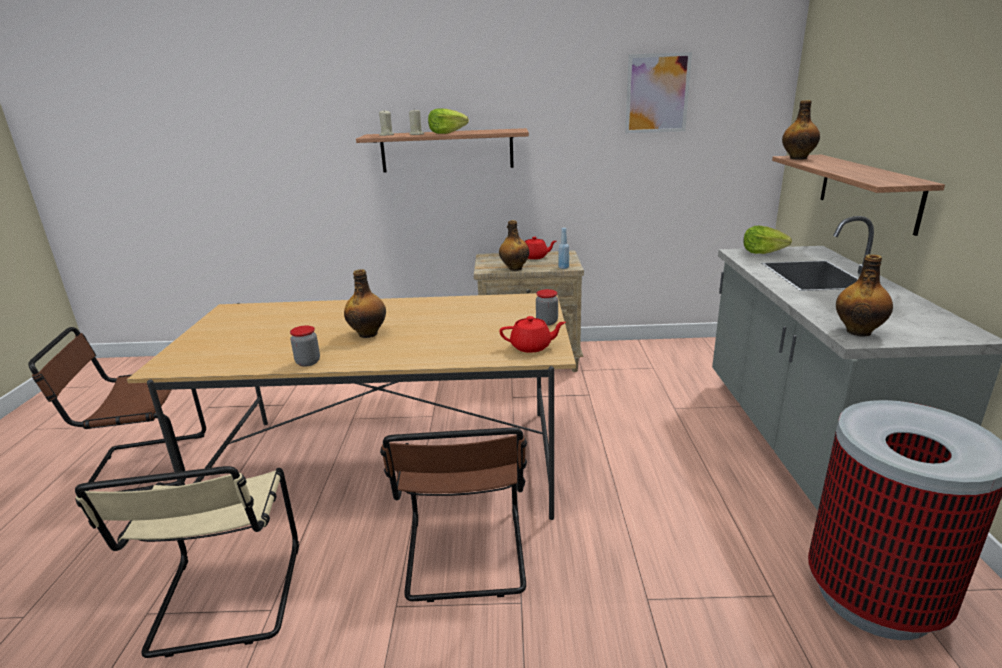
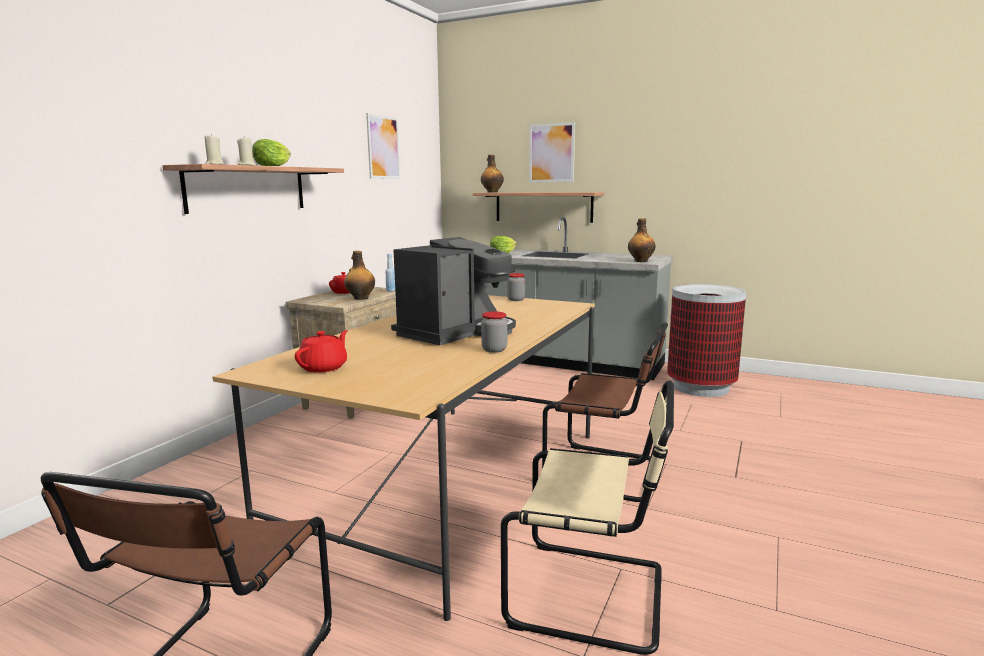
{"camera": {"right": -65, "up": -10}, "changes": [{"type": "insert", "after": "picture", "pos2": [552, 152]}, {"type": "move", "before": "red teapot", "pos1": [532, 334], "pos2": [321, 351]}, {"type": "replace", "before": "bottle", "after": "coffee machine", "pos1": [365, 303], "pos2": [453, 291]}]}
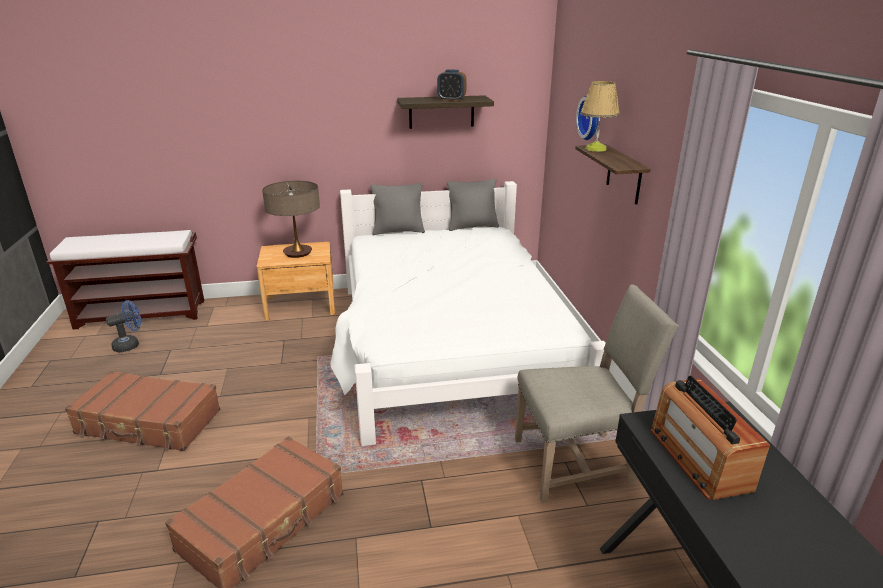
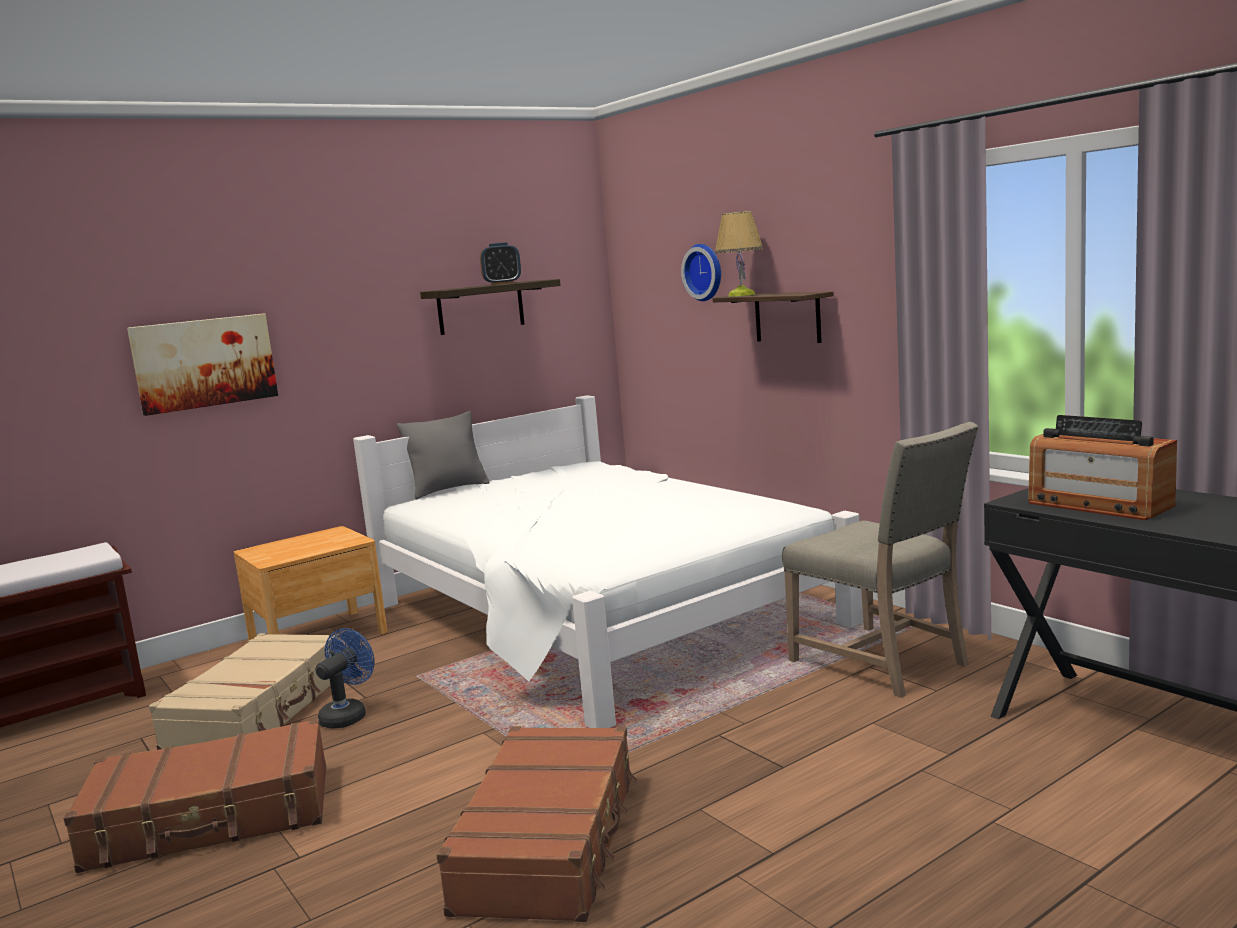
{"camera": {"right": -25, "up": -15}, "changes": [{"type": "delete", "before": "table lamp", "pos1": [291, 219]}, {"type": "delete", "before": "grey pillow", "pos1": [473, 204]}, {"type": "insert", "after": "picture", "pos2": [202, 365]}, {"type": "insert", "after": "beige suitcase", "pos2": [246, 691]}, {"type": "move", "before": "blue fan", "pos1": [123, 326], "pos2": [345, 678]}, {"type": "rotate", "before": "beige chair", "pos1": [597, 393], "pos2": [880, 560], "turn": 90}]}
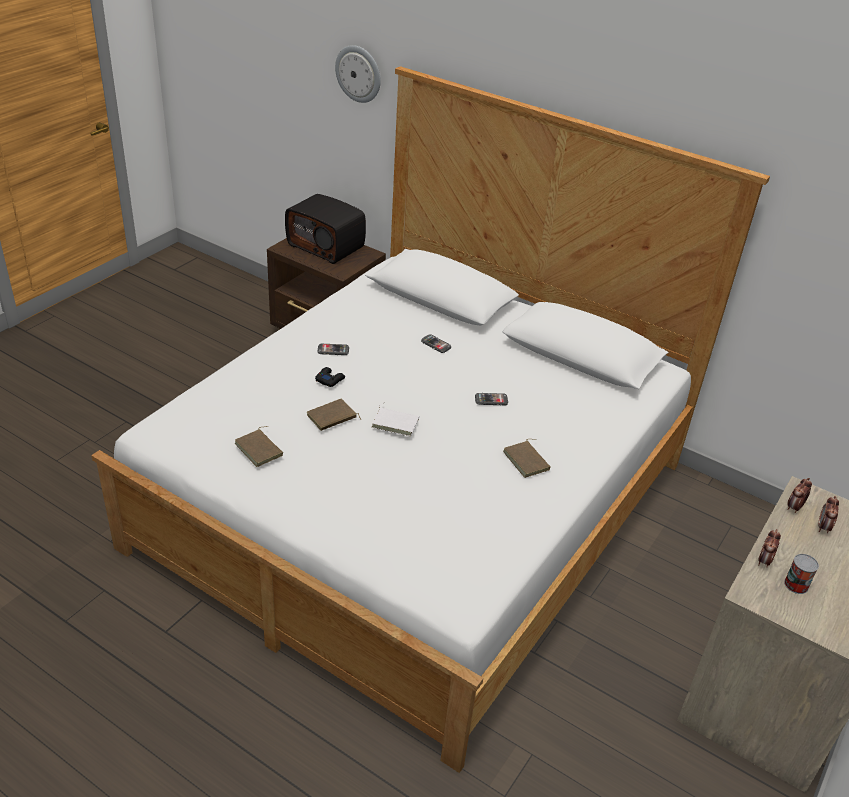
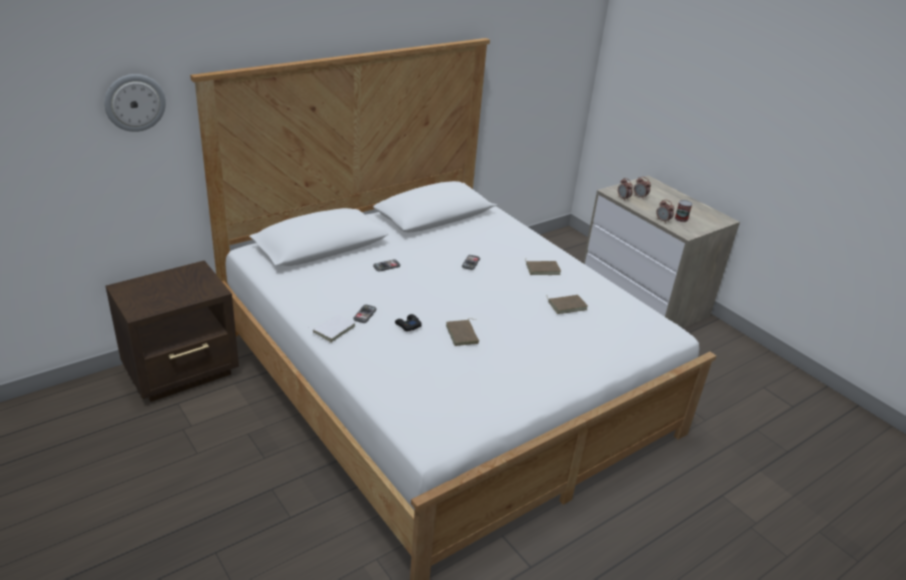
{"camera": {"right": -70, "up": -5}, "changes": [{"type": "delete", "before": "radio", "pos1": [325, 229]}, {"type": "move", "before": "brown book", "pos1": [259, 446], "pos2": [567, 304]}, {"type": "move", "before": "white book", "pos1": [395, 419], "pos2": [332, 328]}]}
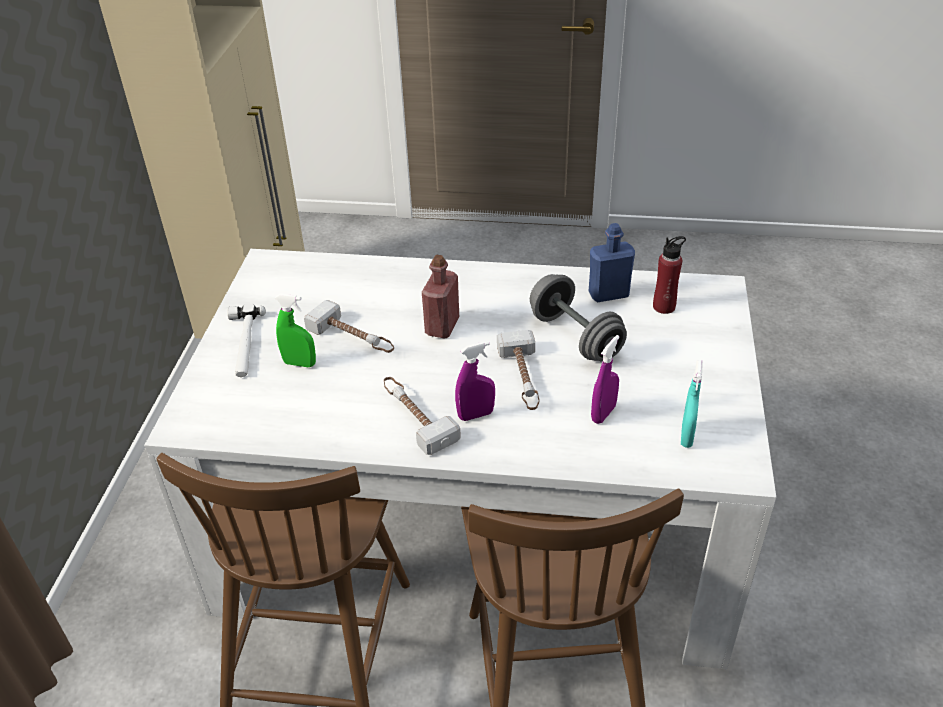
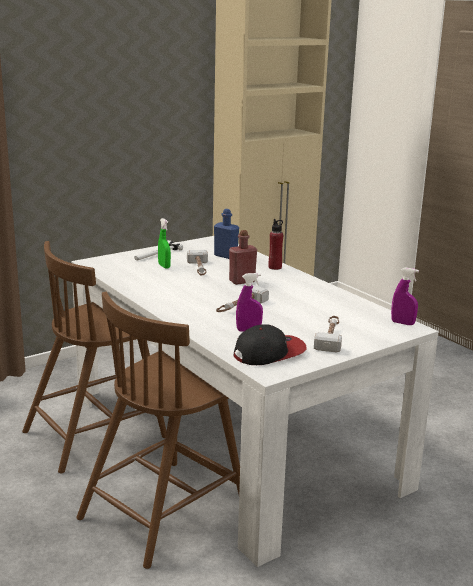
{"camera": {"right": 45, "up": -20}, "changes": [{"type": "delete", "before": "grey dumbbell", "pos1": [578, 317]}, {"type": "move", "before": "hammer", "pos1": [422, 416], "pos2": [328, 334]}, {"type": "move", "before": "purple spray bottle", "pos1": [475, 381], "pos2": [405, 296]}, {"type": "move", "before": "blue bottle", "pos1": [612, 262], "pos2": [226, 234]}, {"type": "move", "before": "red bottle", "pos1": [669, 275], "pos2": [275, 244]}, {"type": "replace", "before": "turquoise spray bottle", "after": "cap", "pos1": [692, 404], "pos2": [269, 344]}]}
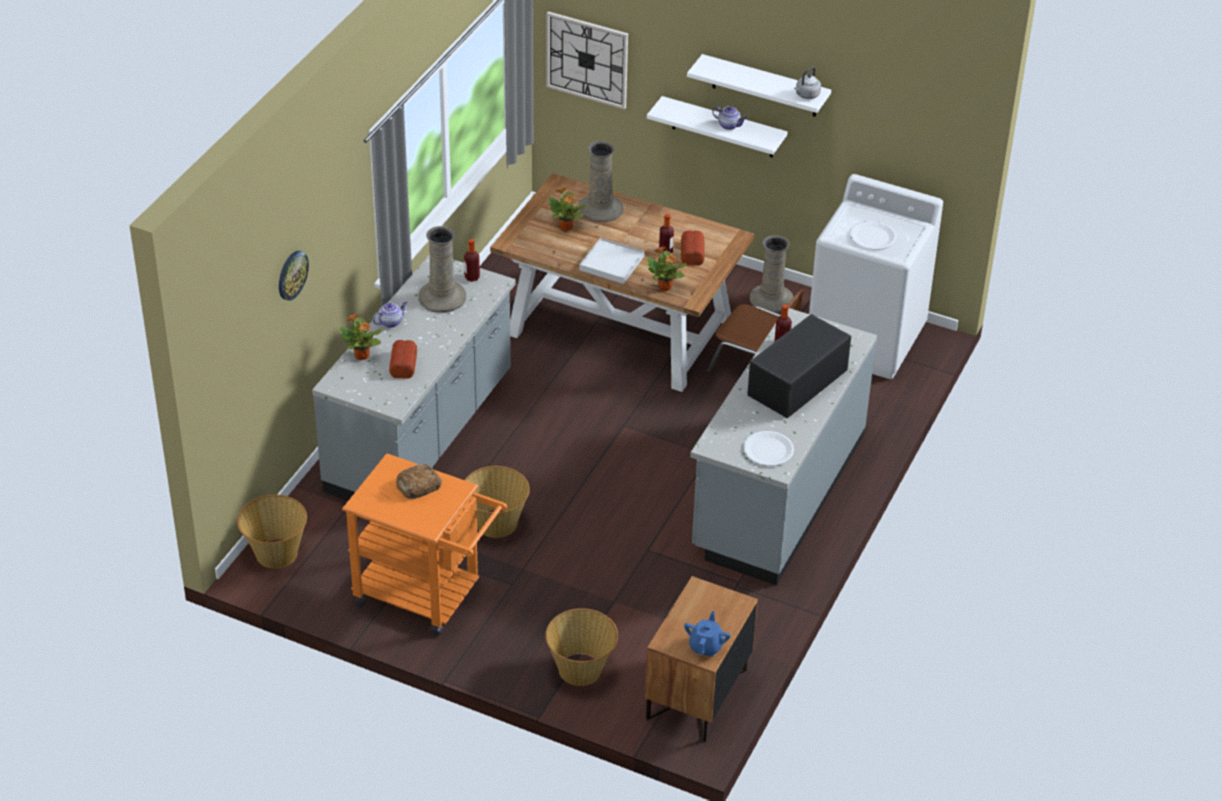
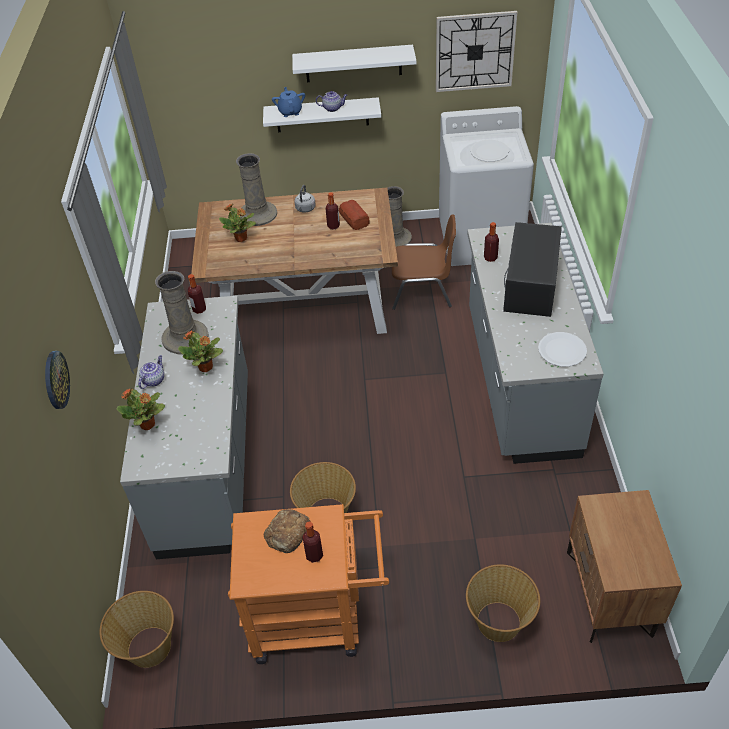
{"camera": {"right": -25, "up": 5}, "changes": [{"type": "delete", "before": "bread", "pos1": [403, 359]}, {"type": "delete", "before": "white tray", "pos1": [612, 261]}, {"type": "insert", "after": "bottle", "pos2": [312, 542]}, {"type": "move", "before": "wall clock", "pos1": [587, 60], "pos2": [476, 51]}, {"type": "move", "before": "potted plant", "pos1": [666, 269], "pos2": [200, 351]}, {"type": "move", "before": "blue teapot", "pos1": [707, 634], "pos2": [288, 102]}, {"type": "move", "before": "grey kettle", "pos1": [807, 83], "pos2": [305, 199]}]}
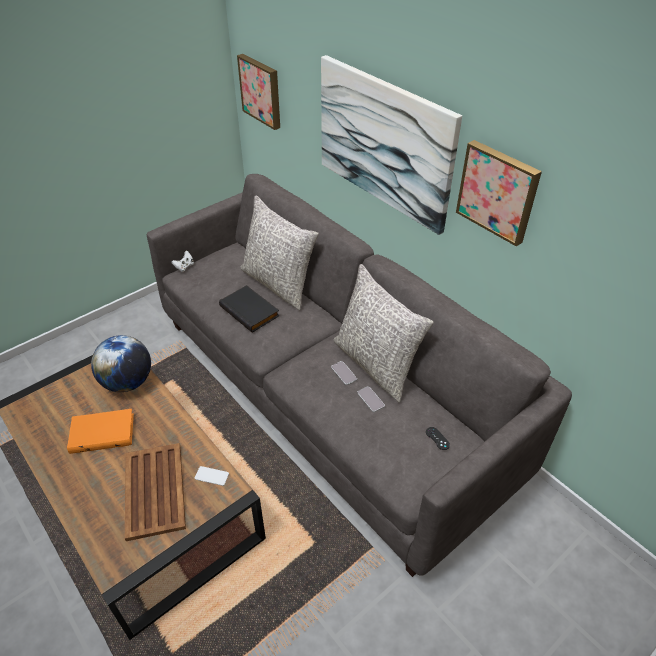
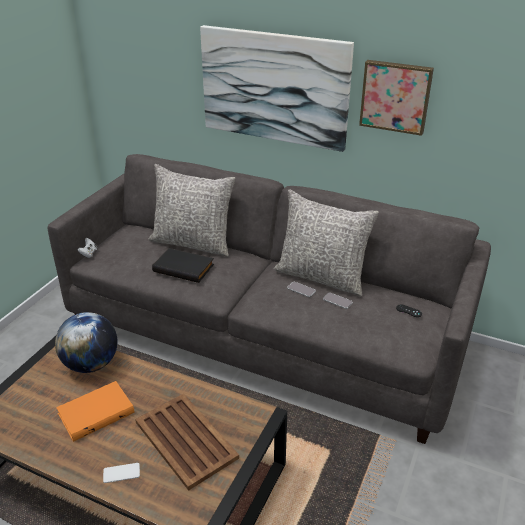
{"camera": {"right": -25, "up": -10}, "changes": [{"type": "delete", "before": "picture", "pos1": [258, 92]}, {"type": "move", "before": "phone", "pos1": [212, 476], "pos2": [121, 473]}]}
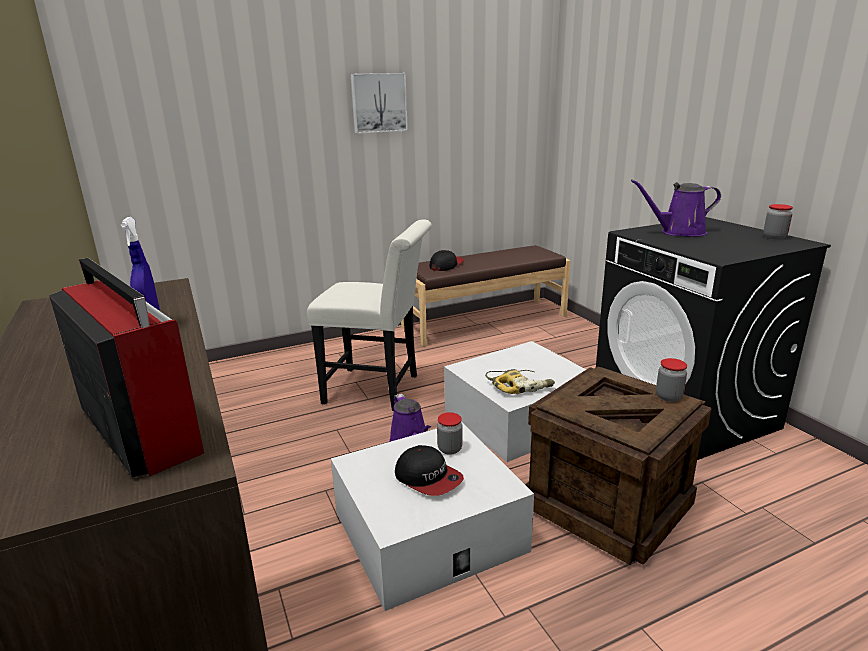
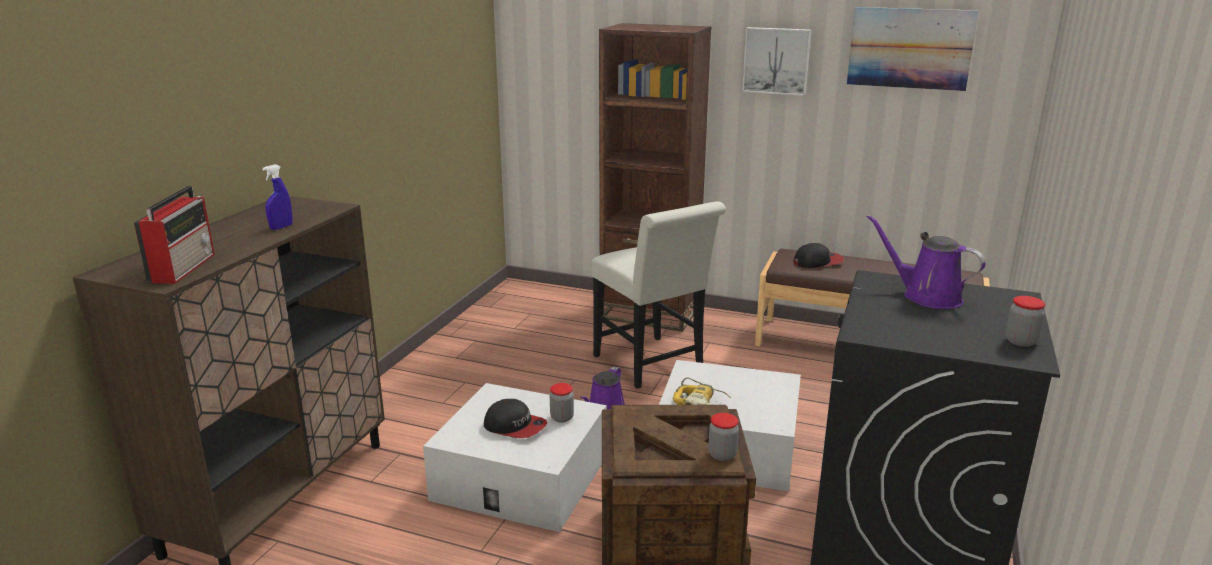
{"camera": {"right": 45, "up": 0}, "changes": [{"type": "insert", "after": "brown bookcase", "pos2": [655, 177]}, {"type": "insert", "after": "picture", "pos2": [912, 49]}, {"type": "rotate", "before": "cap", "pos1": [429, 470], "pos2": [516, 418], "turn": -60}]}
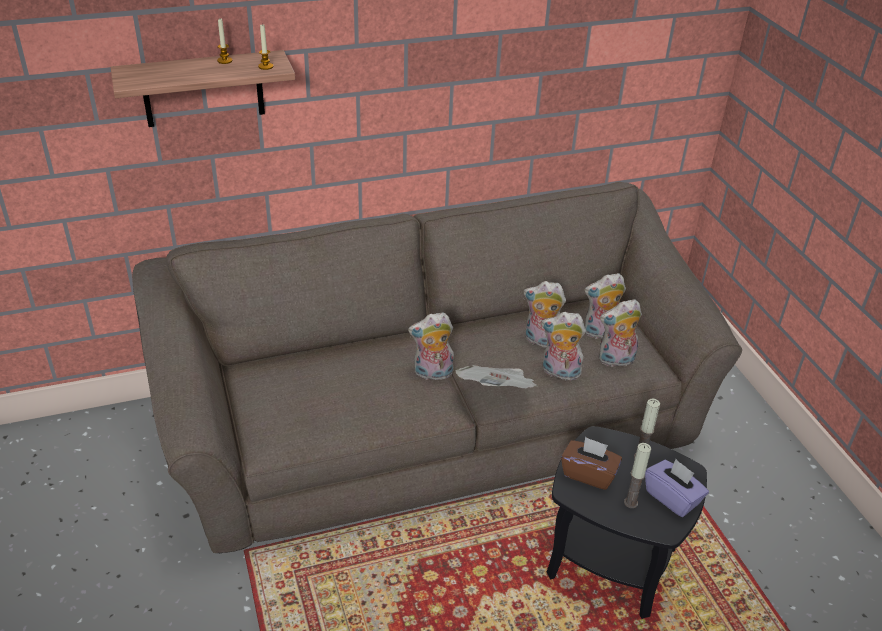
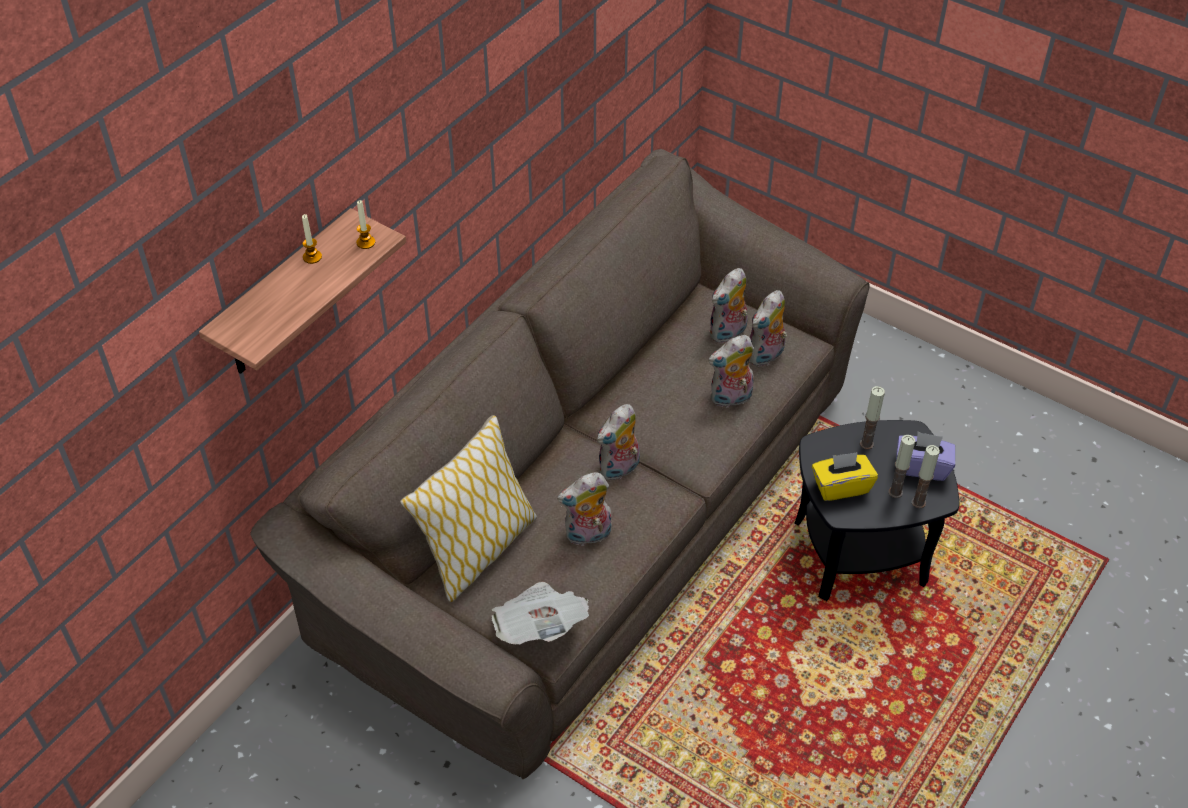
{"camera": {"right": -35, "up": 10}, "changes": [{"type": "insert", "after": "pillow", "pos2": [468, 508]}, {"type": "insert", "after": "candle", "pos2": [926, 477]}, {"type": "move", "before": "newspaper", "pos1": [496, 376], "pos2": [540, 613]}, {"type": "move", "before": "plush toy", "pos1": [545, 314], "pos2": [584, 509]}, {"type": "recolor", "before": "brown tissue box", "after": "yellow tissue box", "pos1": [591, 463], "pos2": [845, 476]}]}
